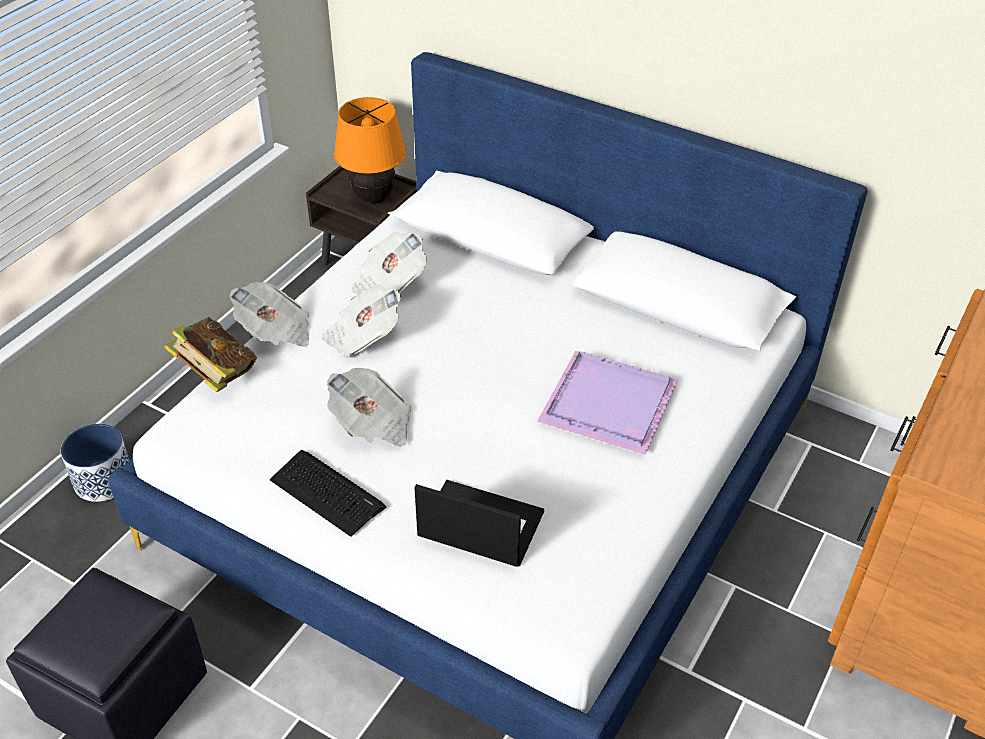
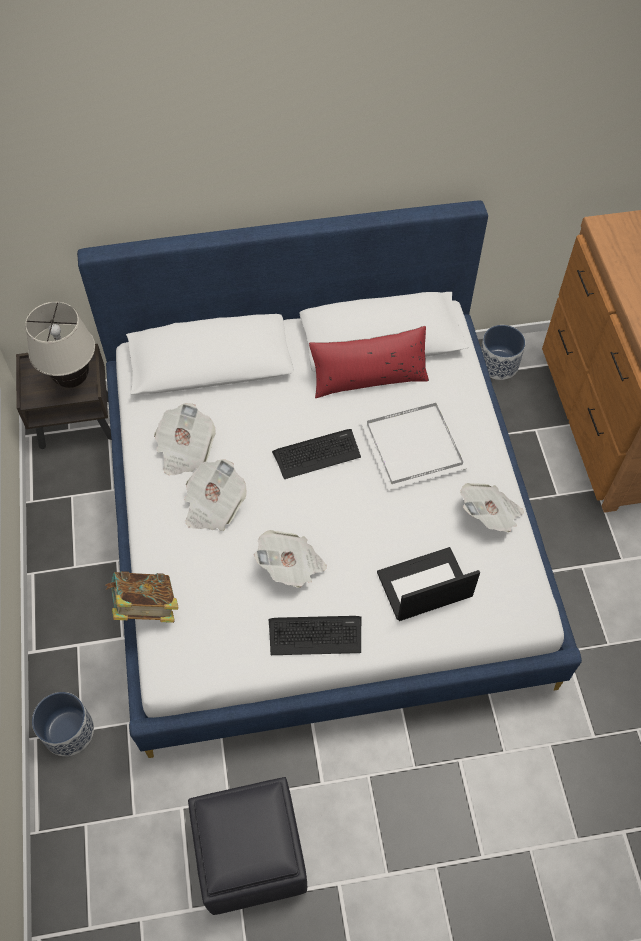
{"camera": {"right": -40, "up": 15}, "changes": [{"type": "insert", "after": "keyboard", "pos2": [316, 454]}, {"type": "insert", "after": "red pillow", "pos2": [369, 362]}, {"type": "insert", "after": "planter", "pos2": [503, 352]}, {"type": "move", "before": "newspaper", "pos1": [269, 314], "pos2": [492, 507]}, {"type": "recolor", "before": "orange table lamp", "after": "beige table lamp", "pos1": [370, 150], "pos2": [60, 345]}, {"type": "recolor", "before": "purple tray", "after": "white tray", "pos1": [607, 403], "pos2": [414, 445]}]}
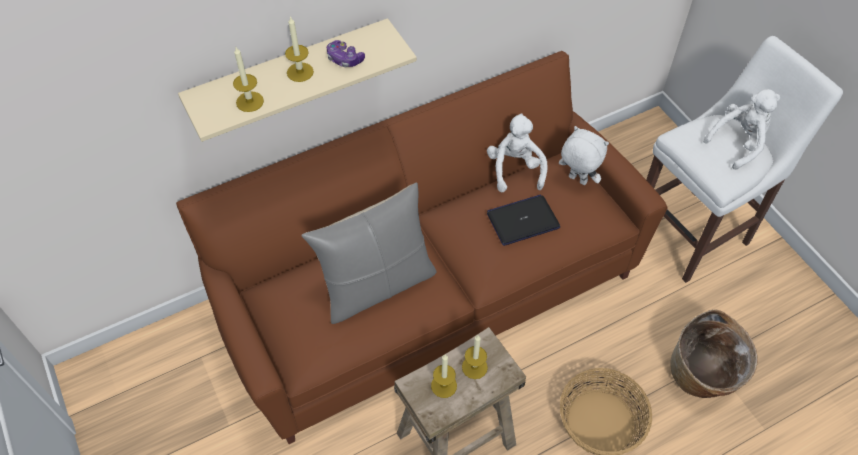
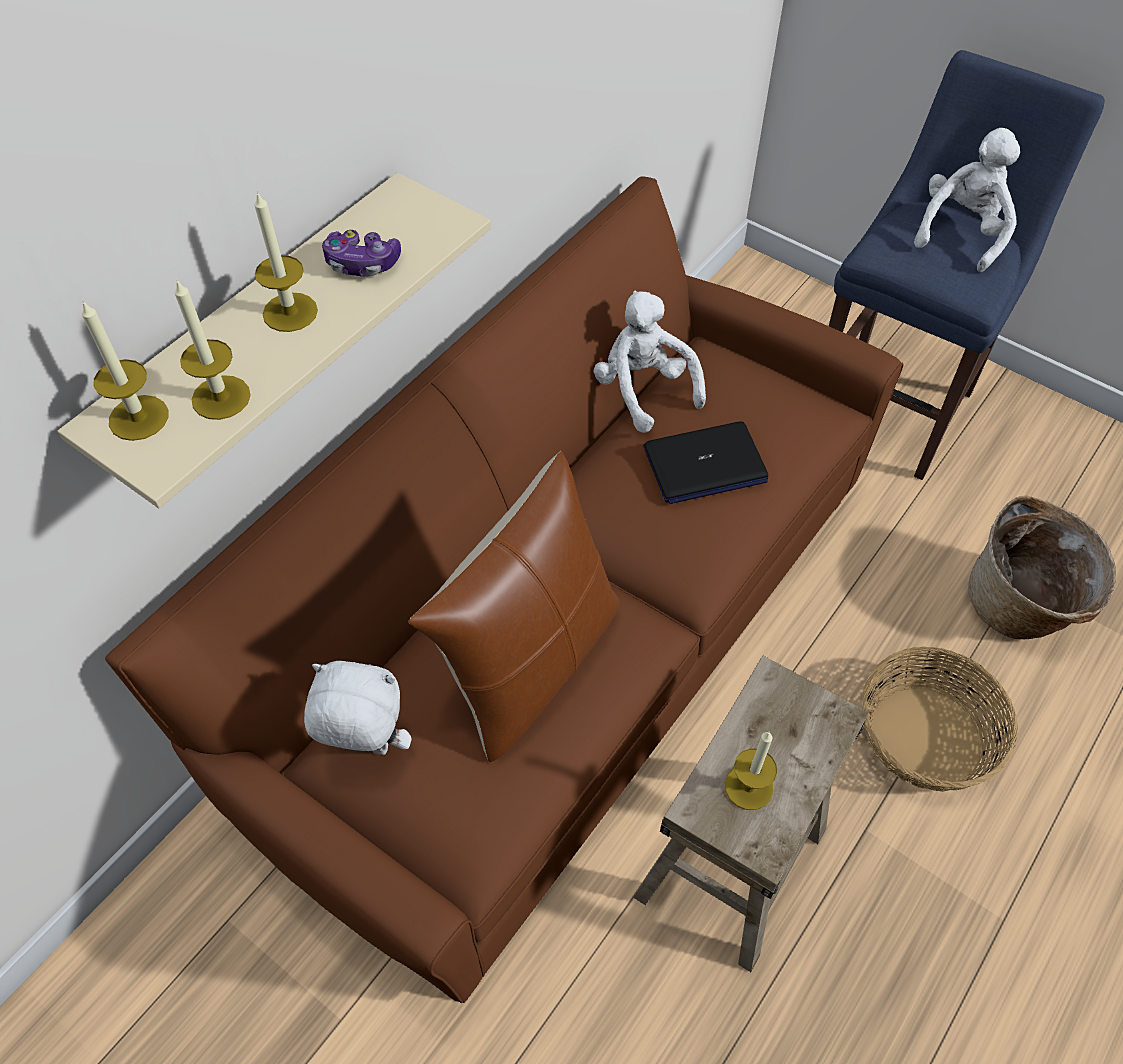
{"camera": {"right": -25, "up": 0}, "changes": [{"type": "move", "before": "candle", "pos1": [475, 357], "pos2": [125, 370]}, {"type": "move", "before": "white plush toy", "pos1": [584, 155], "pos2": [358, 708]}, {"type": "recolor", "before": "grey pillow", "after": "brown pillow", "pos1": [369, 253], "pos2": [513, 606]}, {"type": "recolor", "before": "white stool", "after": "blue stool", "pos1": [744, 159], "pos2": [967, 265]}, {"type": "rotate", "before": "laptop", "pos1": [523, 220], "pos2": [706, 462], "turn": -150}]}
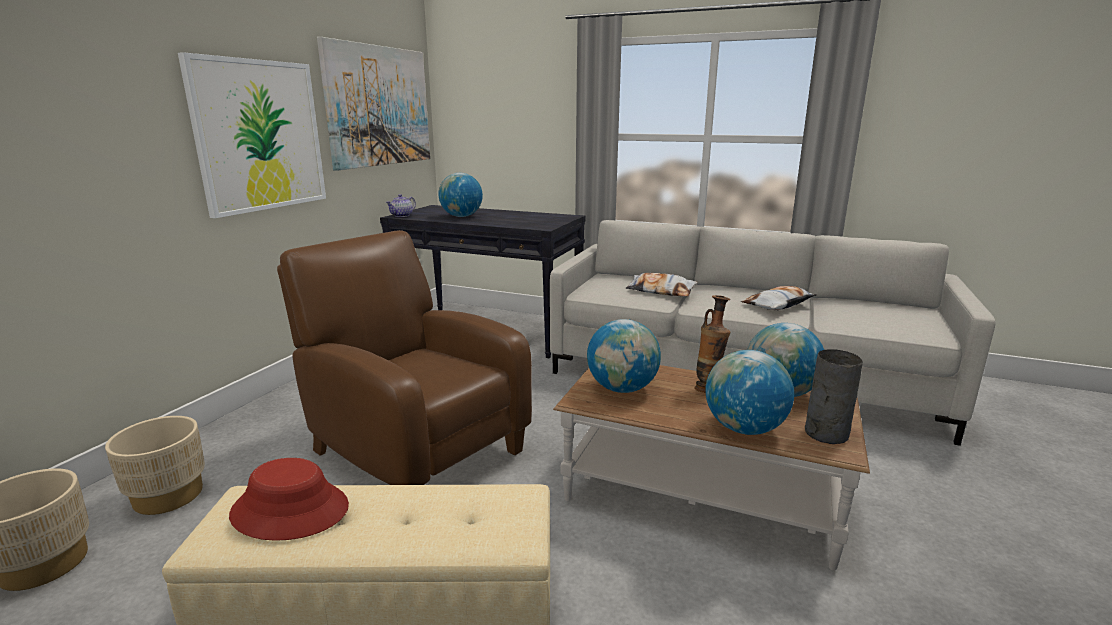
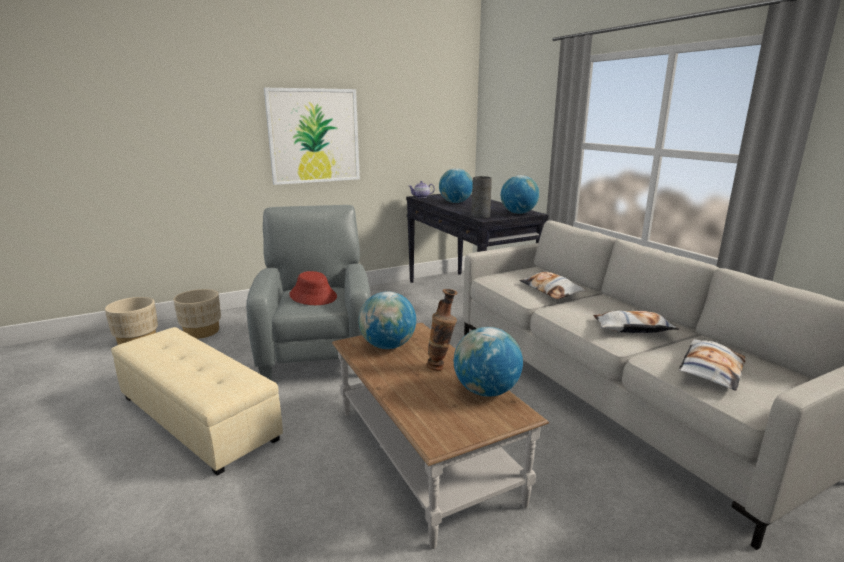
{"camera": {"right": 40, "up": 0}, "changes": [{"type": "delete", "before": "picture", "pos1": [373, 104]}, {"type": "insert", "after": "pillow", "pos2": [711, 365]}, {"type": "move", "before": "red hat", "pos1": [289, 499], "pos2": [313, 288]}, {"type": "move", "before": "globe", "pos1": [750, 392], "pos2": [520, 194]}, {"type": "move", "before": "grey vase", "pos1": [834, 396], "pos2": [481, 197]}, {"type": "recolor", "before": "brown armchair", "after": "grey armchair", "pos1": [404, 357], "pos2": [308, 292]}]}
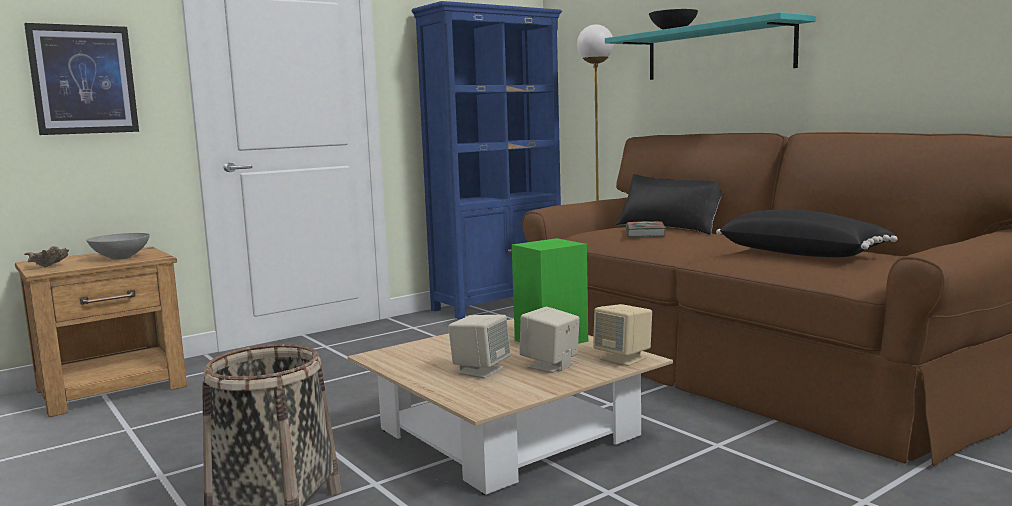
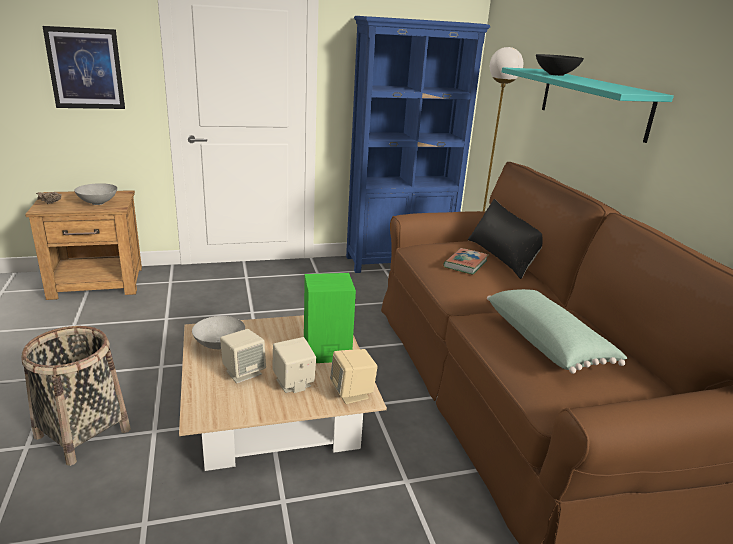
{"camera": {"right": 20, "up": 15}, "changes": [{"type": "insert", "after": "grey bowl", "pos2": [218, 332]}, {"type": "recolor", "before": "black pillow", "after": "green pillow", "pos1": [807, 233], "pos2": [557, 331]}]}
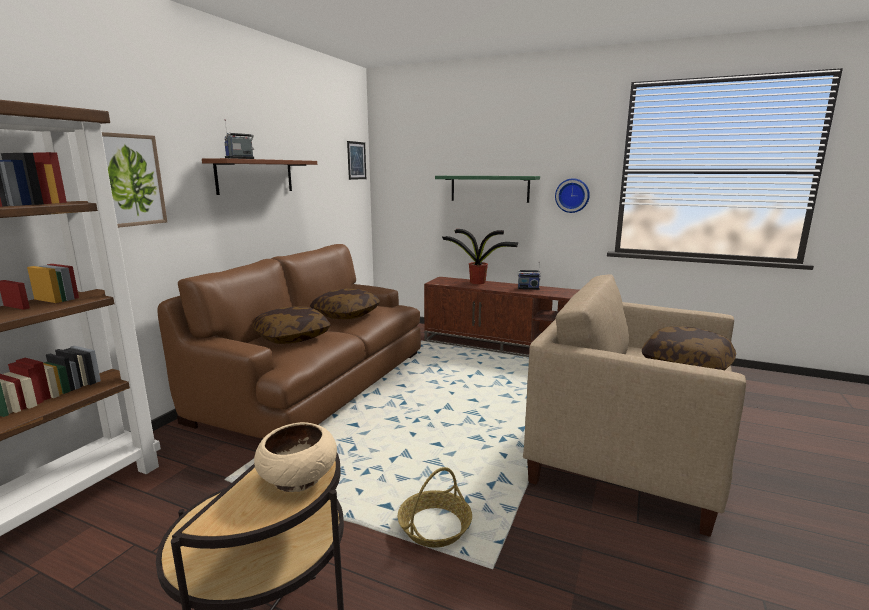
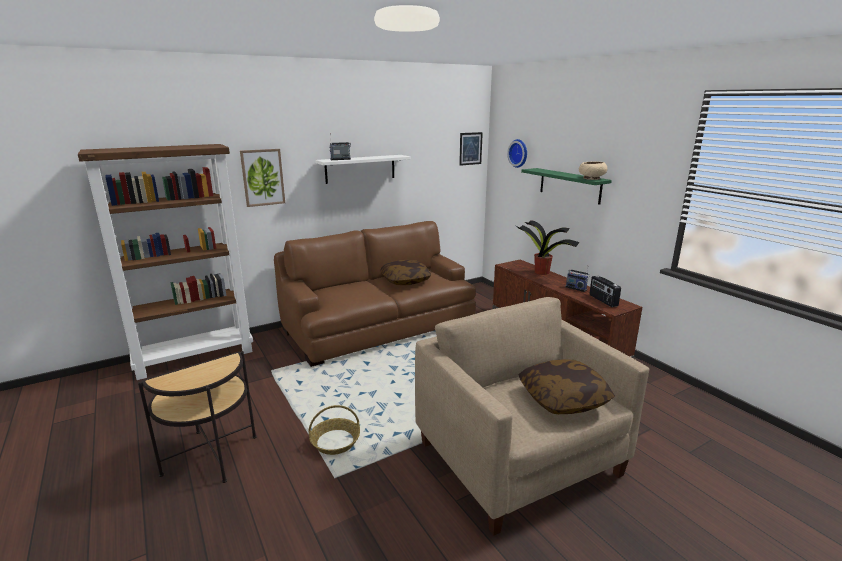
{"camera": {"right": 35, "up": 5}, "changes": [{"type": "delete", "before": "pillow", "pos1": [291, 325]}, {"type": "insert", "after": "radio", "pos2": [605, 291]}, {"type": "move", "before": "beige bowl", "pos1": [295, 457], "pos2": [593, 170]}, {"type": "move", "before": "wall clock", "pos1": [572, 195], "pos2": [517, 153]}, {"type": "recolor", "before": "brown shelf", "after": "white shelf", "pos1": [259, 176], "pos2": [363, 169]}]}
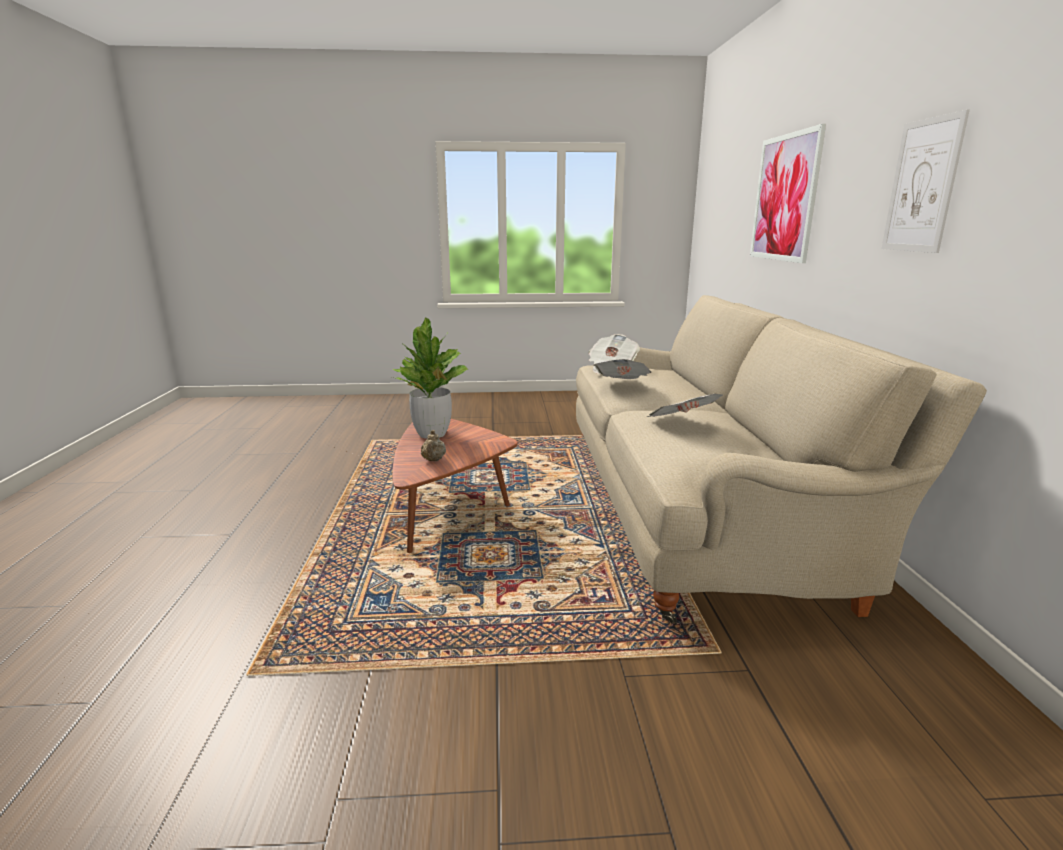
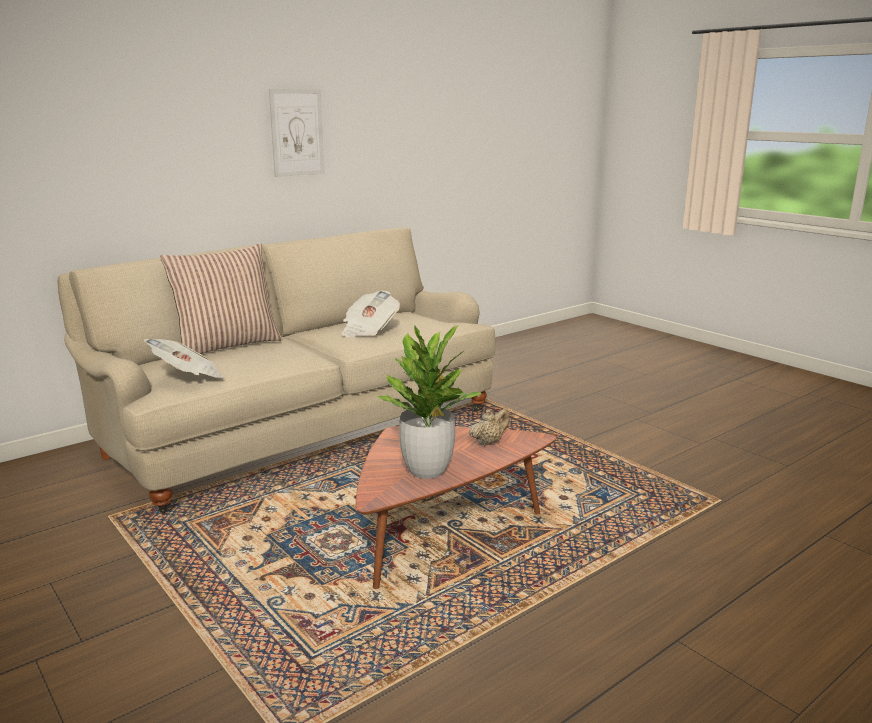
{"camera": {"right": -125, "up": 0}, "changes": [{"type": "delete", "before": "newspaper", "pos1": [622, 369]}, {"type": "delete", "before": "picture", "pos1": [788, 193]}, {"type": "insert", "after": "pillow", "pos2": [221, 298]}]}
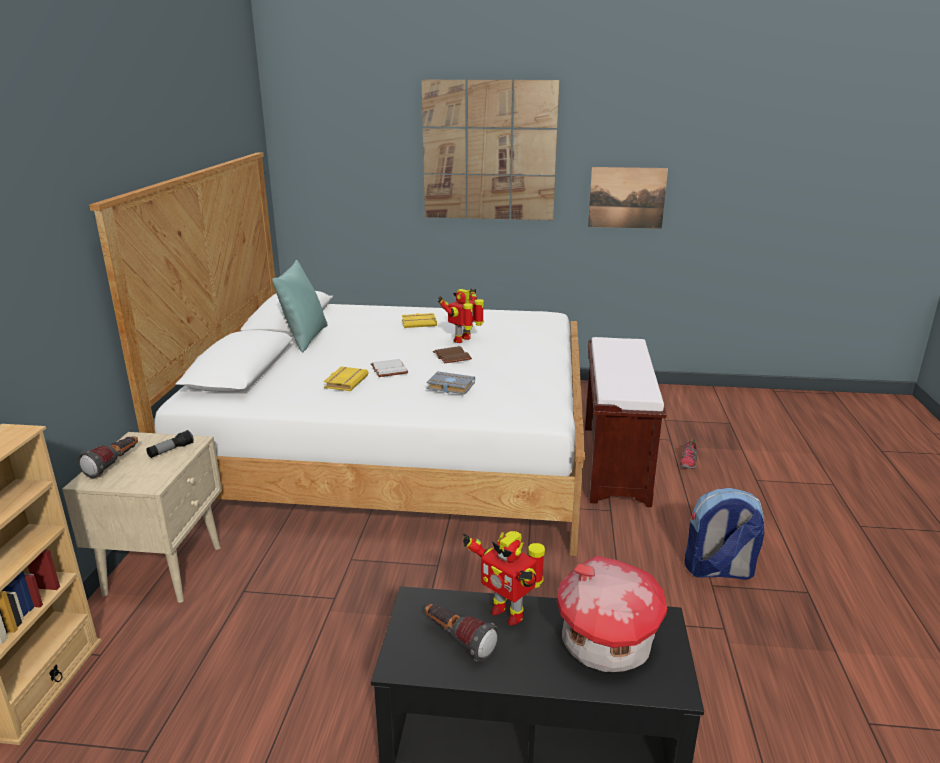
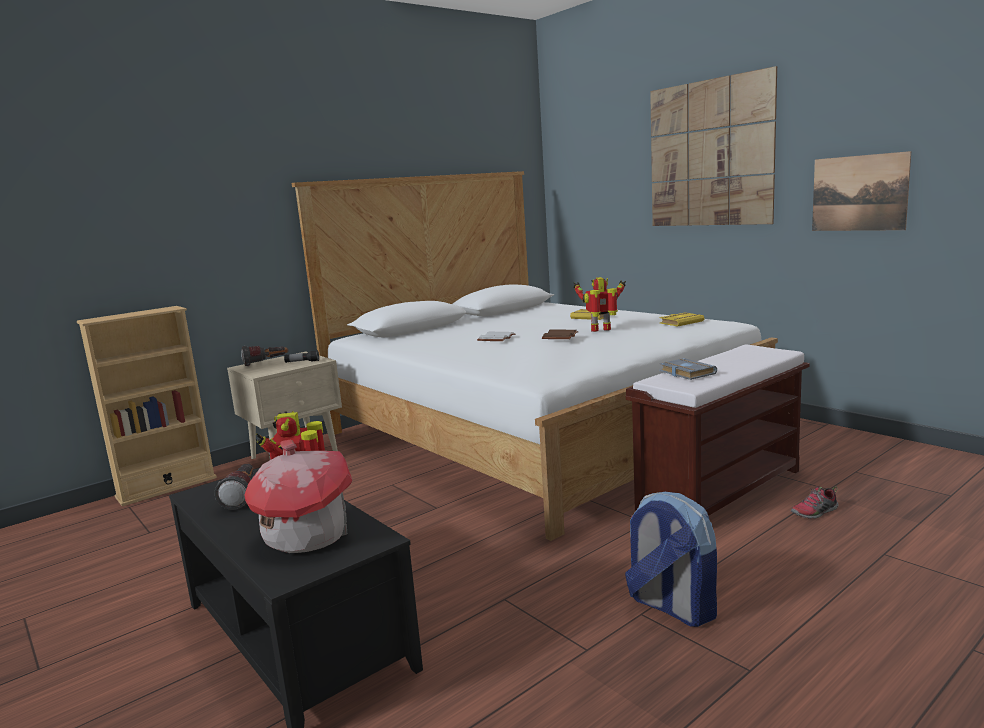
{"camera": {"right": 45, "up": -10}, "changes": [{"type": "delete", "before": "turquoise pillow", "pos1": [300, 306]}, {"type": "move", "before": "yellow book", "pos1": [346, 379], "pos2": [682, 319]}, {"type": "move", "before": "grey book", "pos1": [450, 383], "pos2": [688, 369]}]}
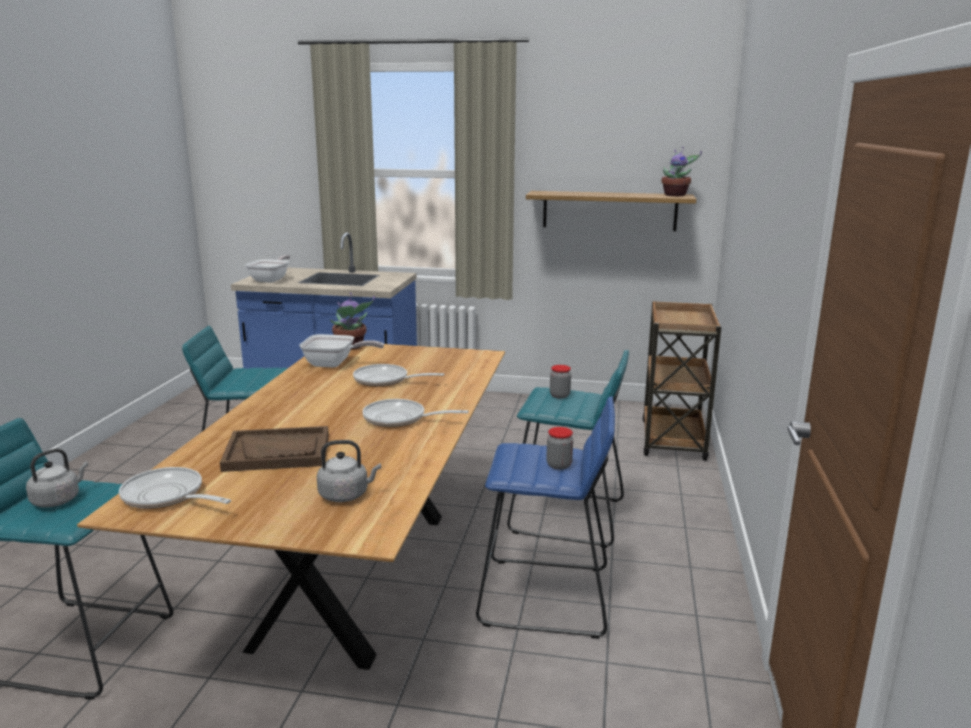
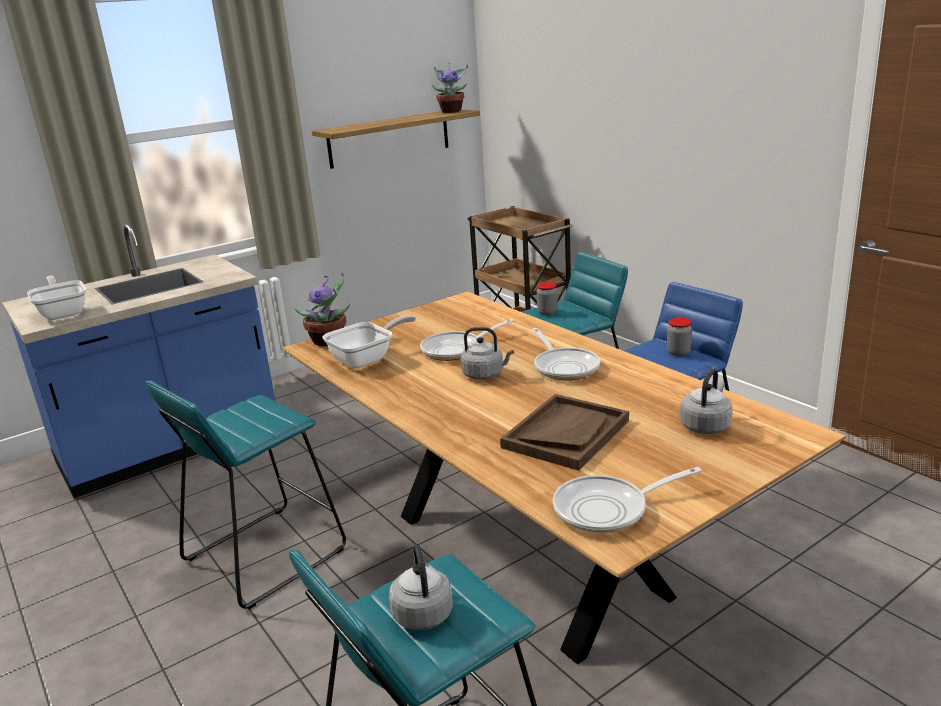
{"camera": {"right": -45, "up": 5}, "changes": [{"type": "insert", "after": "grey kettle", "pos2": [487, 353]}, {"type": "rotate", "before": "frying pan", "pos1": [415, 413], "pos2": [566, 354], "turn": -75}]}
